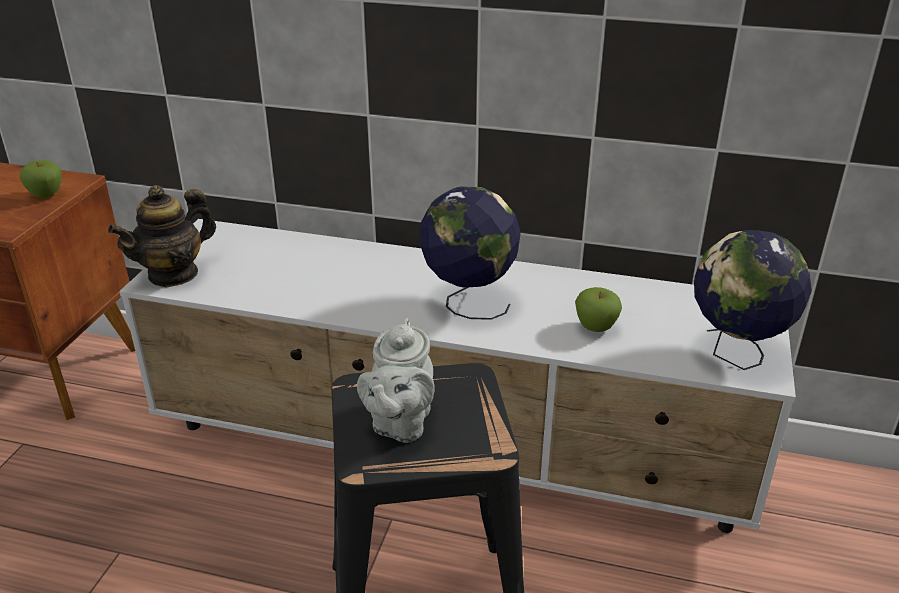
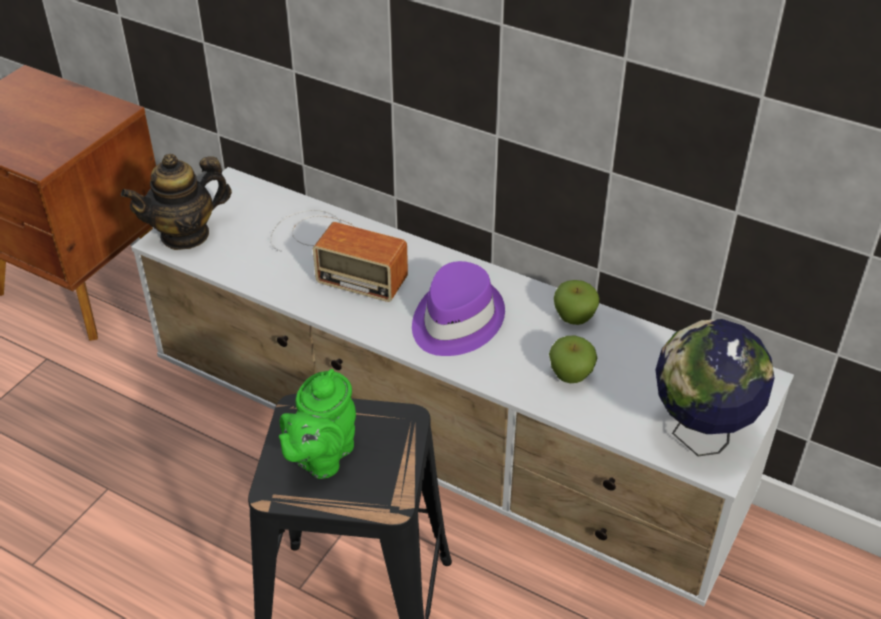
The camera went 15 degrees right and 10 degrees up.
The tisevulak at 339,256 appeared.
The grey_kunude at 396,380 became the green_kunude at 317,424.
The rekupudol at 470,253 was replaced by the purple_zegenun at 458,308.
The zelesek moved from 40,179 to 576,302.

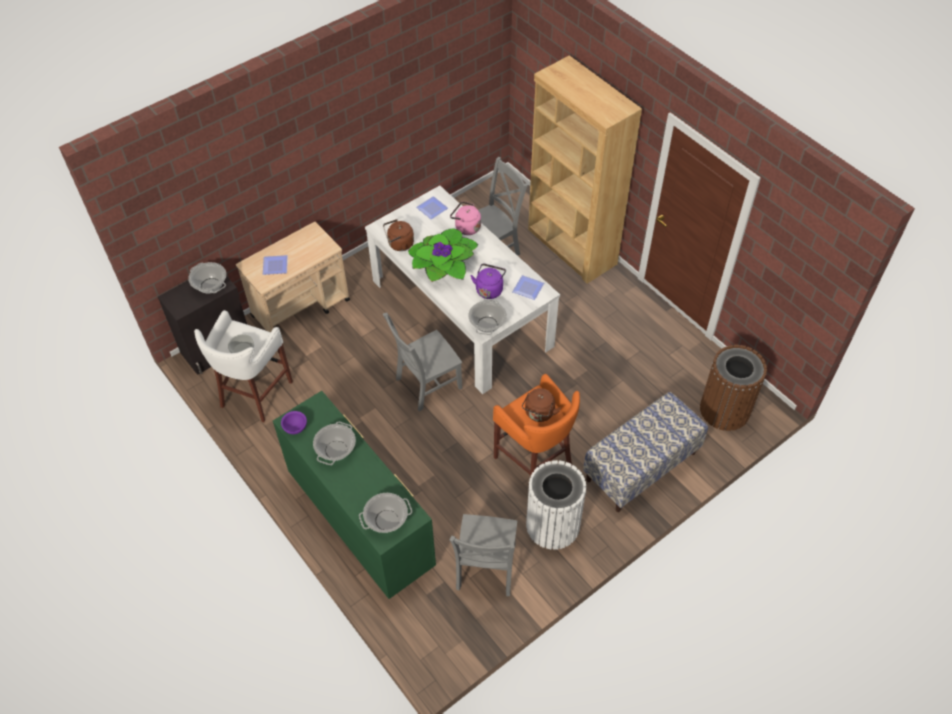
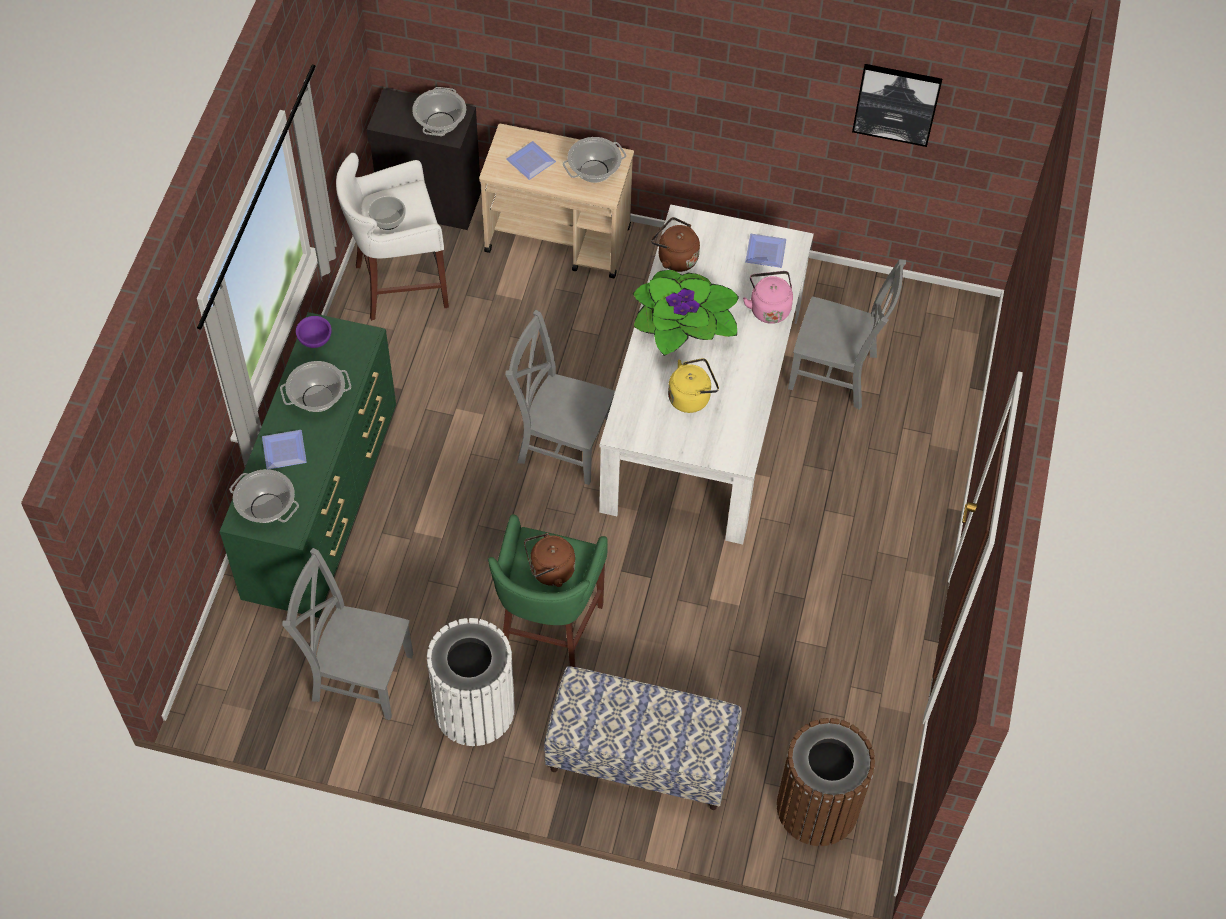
The camera went 50 degrees right and 5 degrees up.
The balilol moved from 528,287 to 284,449.
The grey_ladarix at 483,555 turned 45 degrees clockwise.
The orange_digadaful at 536,424 became the green_digadaful at 548,590.
The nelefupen moved from 487,317 to 594,160.
The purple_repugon at 488,281 became the yellow_repugon at 693,385.
The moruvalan at 897,105 appeared.
The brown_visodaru at 585,169 disappeared.

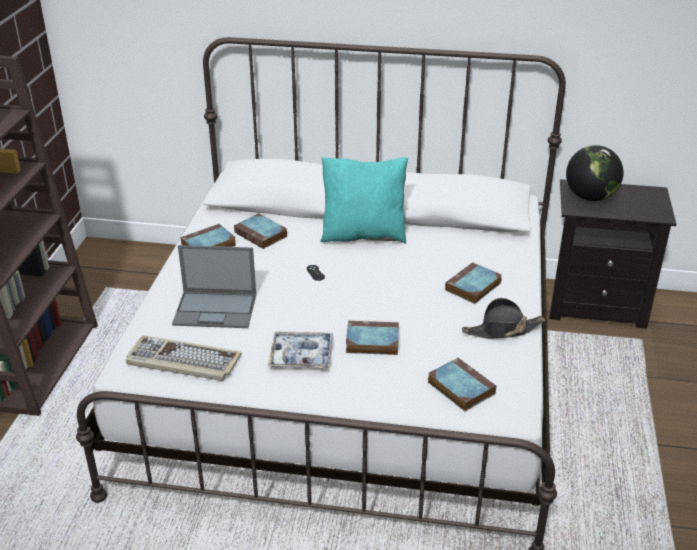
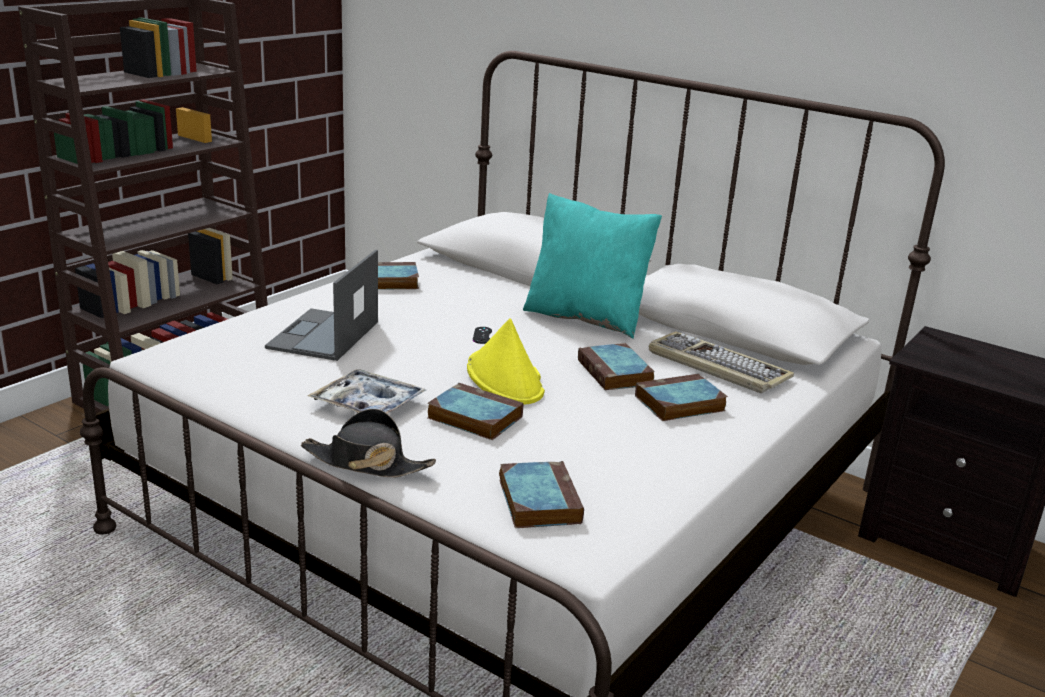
The camera went 25 degrees right and 10 degrees down.
The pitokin at 214,286 turned 75 degrees clockwise.
The black_zegenun moved from 503,318 to 368,443.
The yellow_zegenun at 506,361 appeared.
The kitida moved from 260,231 to 616,366.
The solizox moved from 183,358 to 721,362.
The rekupudol at 595,173 disappeared.

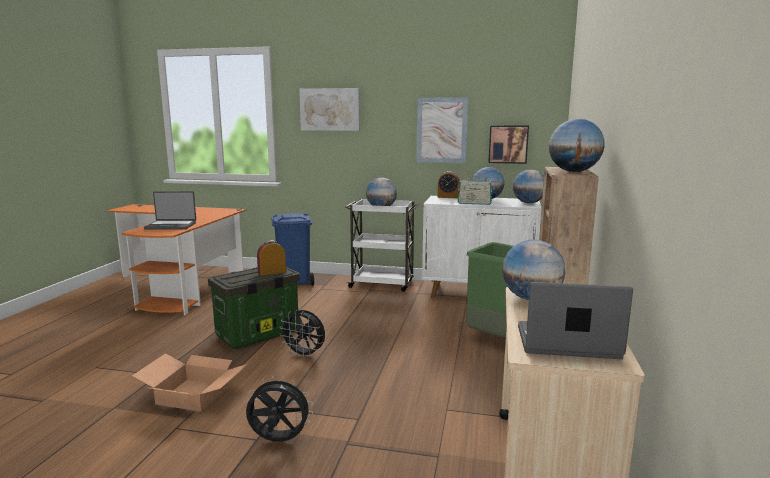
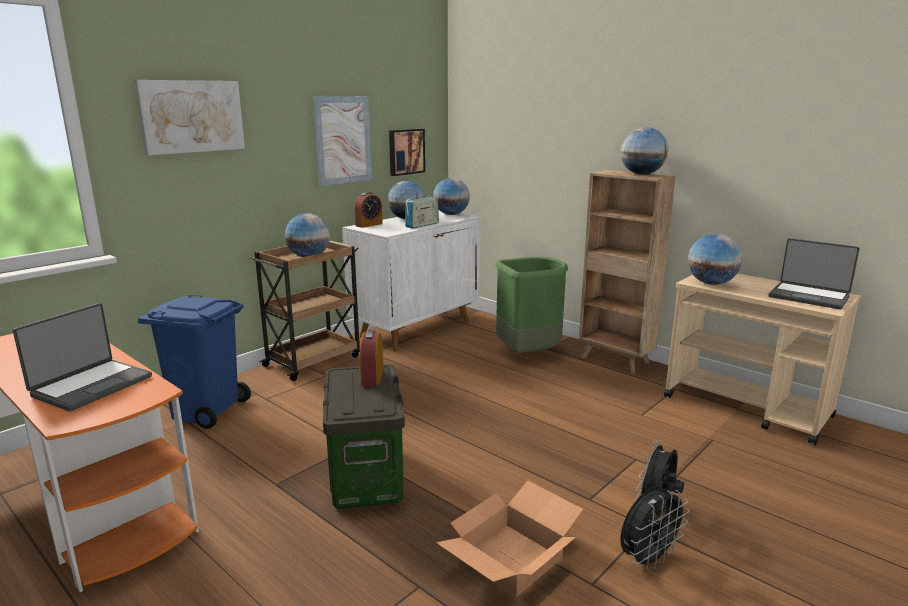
The camera went 60 degrees left and 5 degrees up.
The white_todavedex at 382,245 became the brown_todavedex at 304,310.
The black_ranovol moved from 302,334 to 655,528.
The pitokin at 575,320 turned 90 degrees counterclockwise.

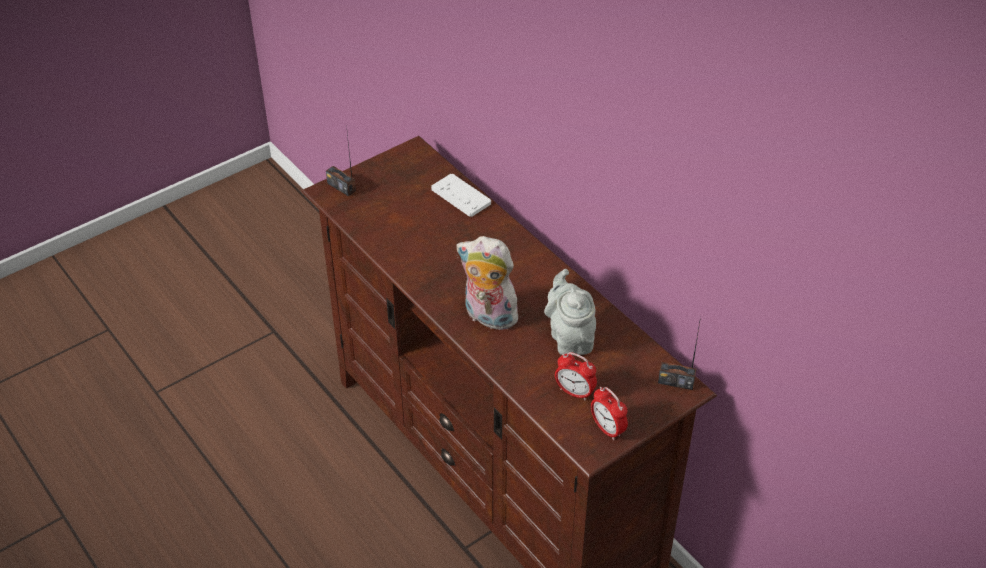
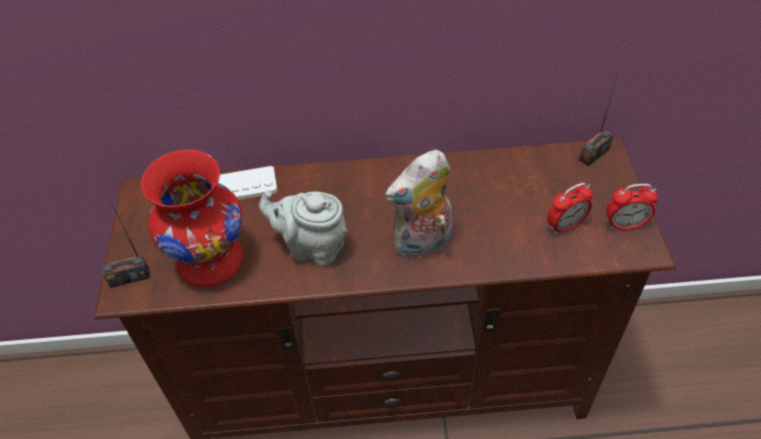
The camera went 55 degrees left and 5 degrees up.
The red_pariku at 192,218 appeared.
The grey_kunude moved from 570,312 to 303,228.

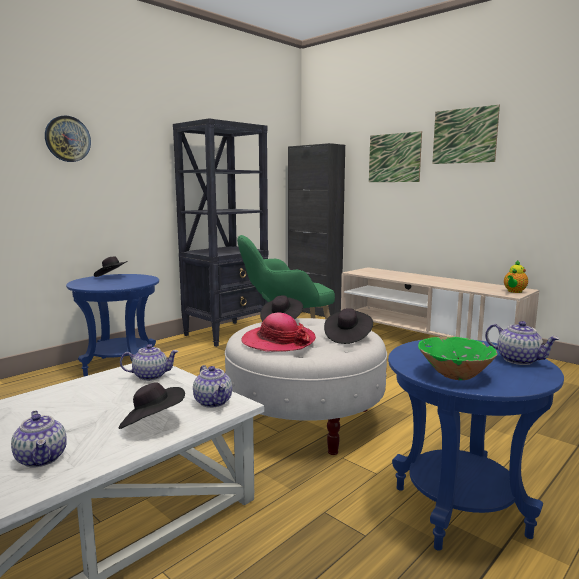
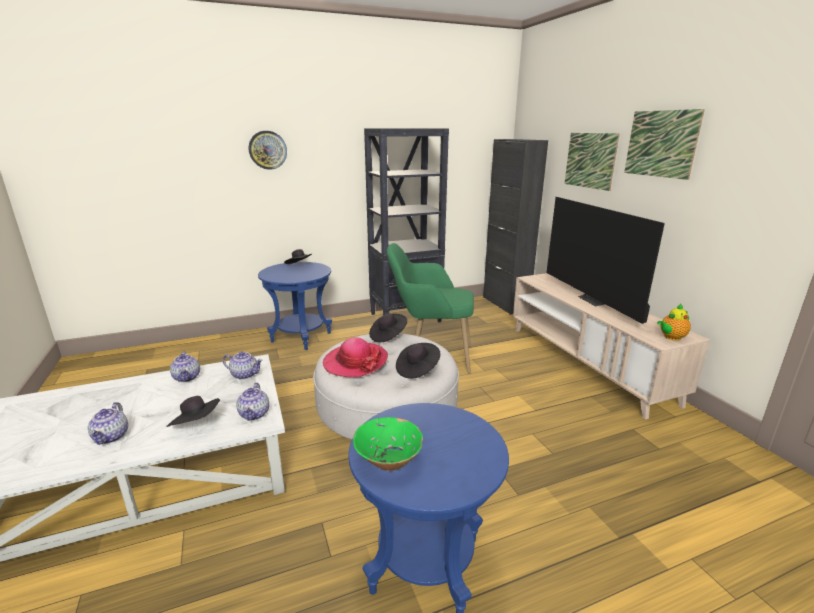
The camera went 25 degrees right and 10 degrees up.
The kunude moved from 522,343 to 185,366.
The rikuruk at 606,260 appeared.

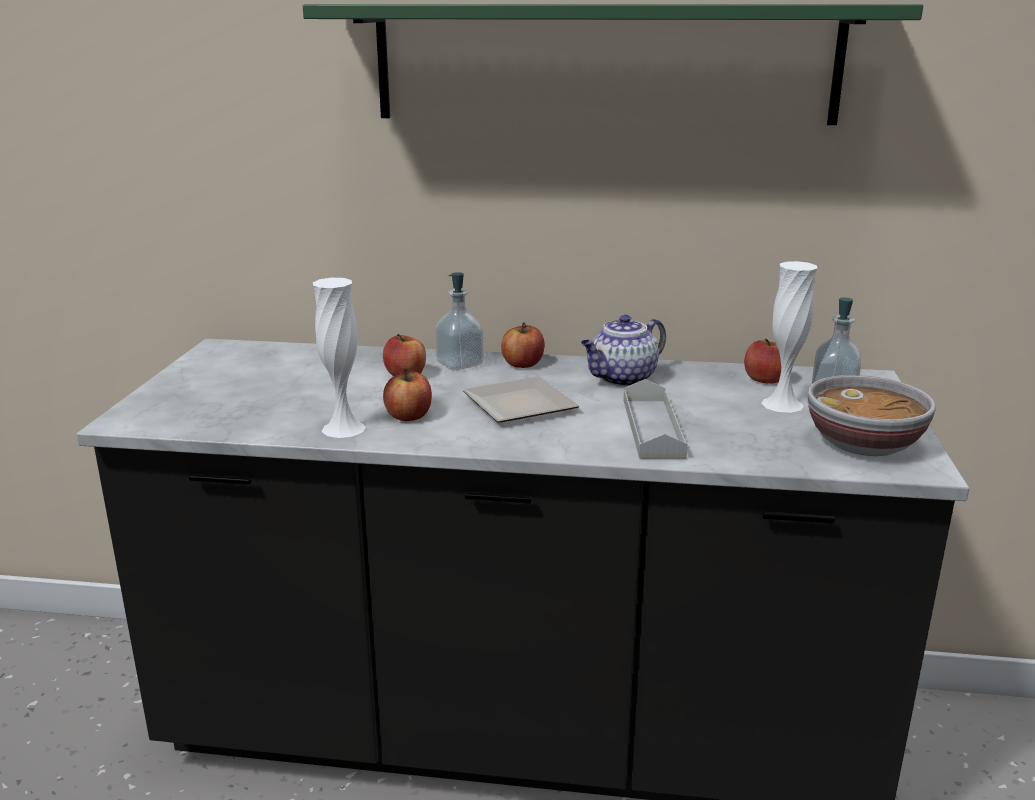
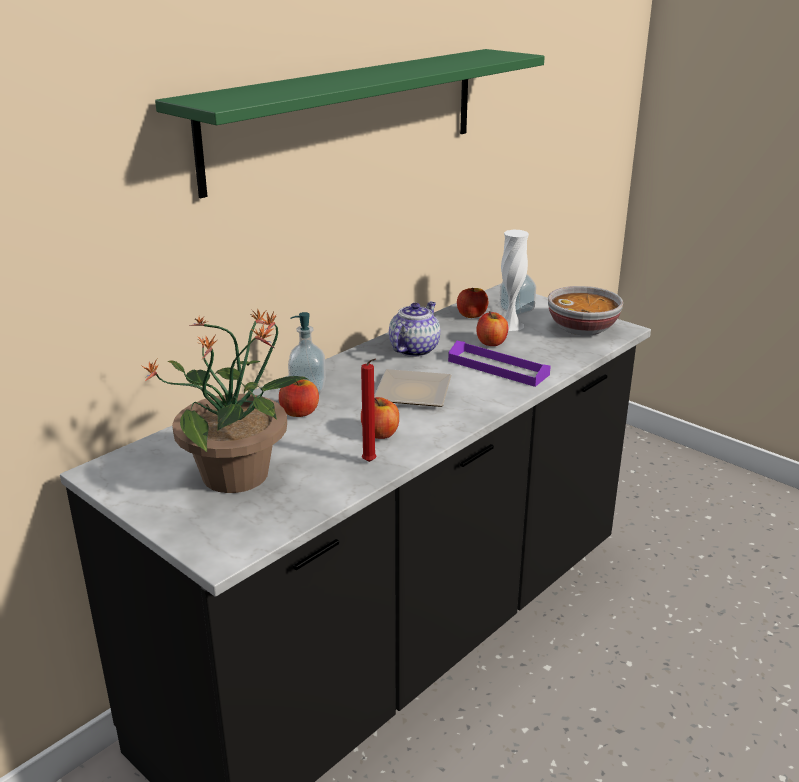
The camera went 55 degrees left and 5 degrees up.
The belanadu at 225,401 appeared.
The white_pariku at 339,358 was replaced by the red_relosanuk at 368,410.
The kunude at 623,351 turned 150 degrees counterclockwise.
The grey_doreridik at 656,419 became the purple_doreridik at 499,364.
The zelesek moved from 523,345 to 492,328.

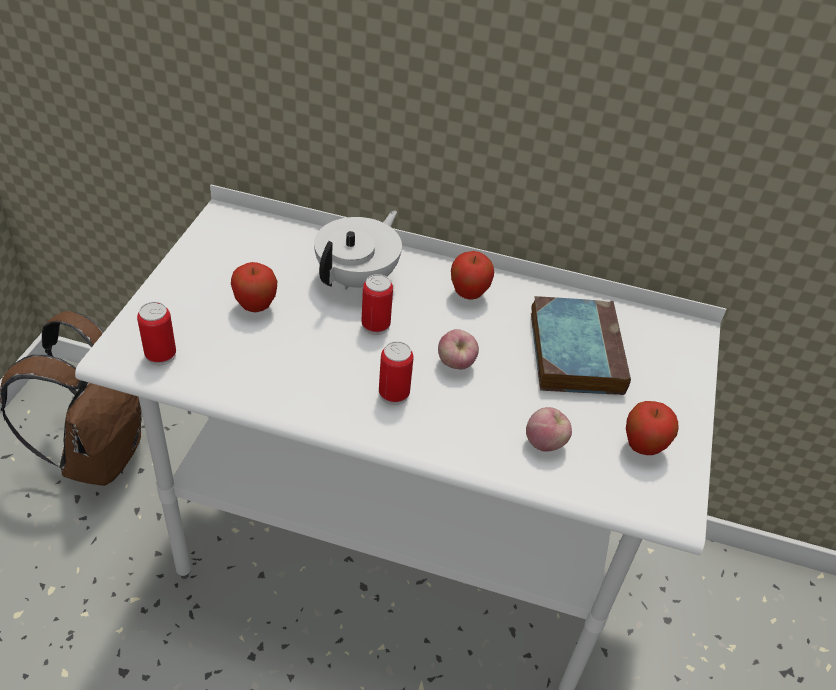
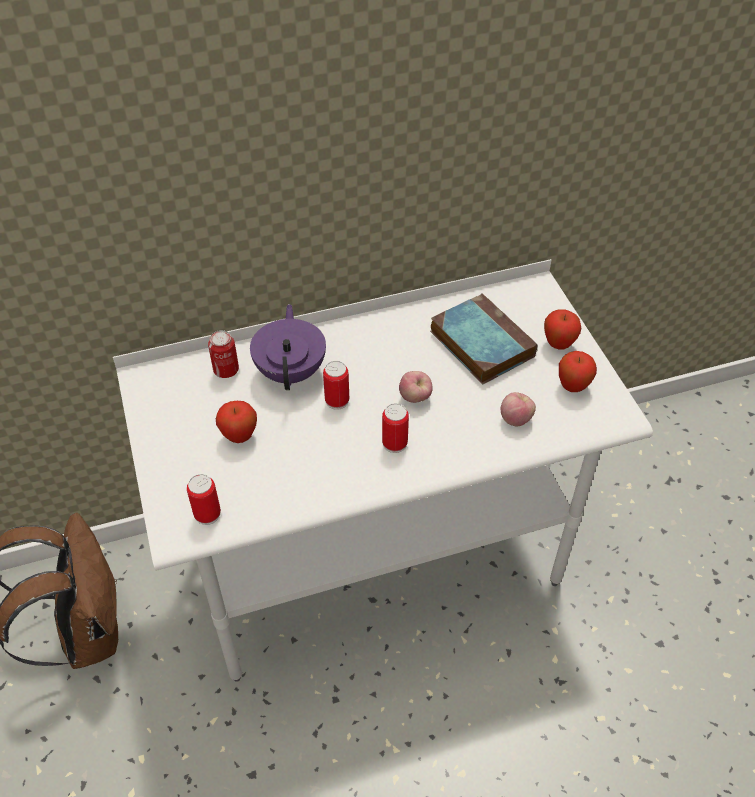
The camera went 30 degrees left and 5 degrees up.
The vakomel at 223,354 appeared.
The white_kunude at 358,250 became the purple_kunude at 288,347.
The zelesek moved from 472,275 to 562,329.

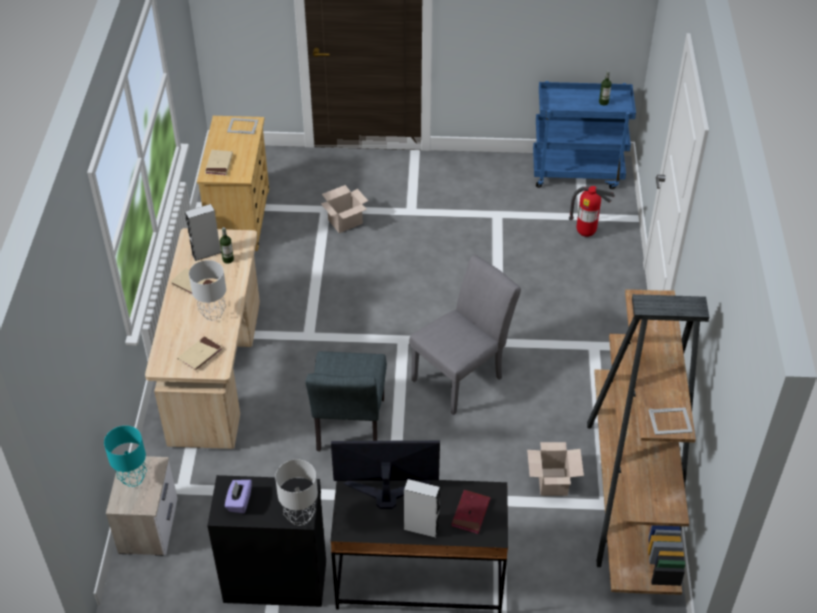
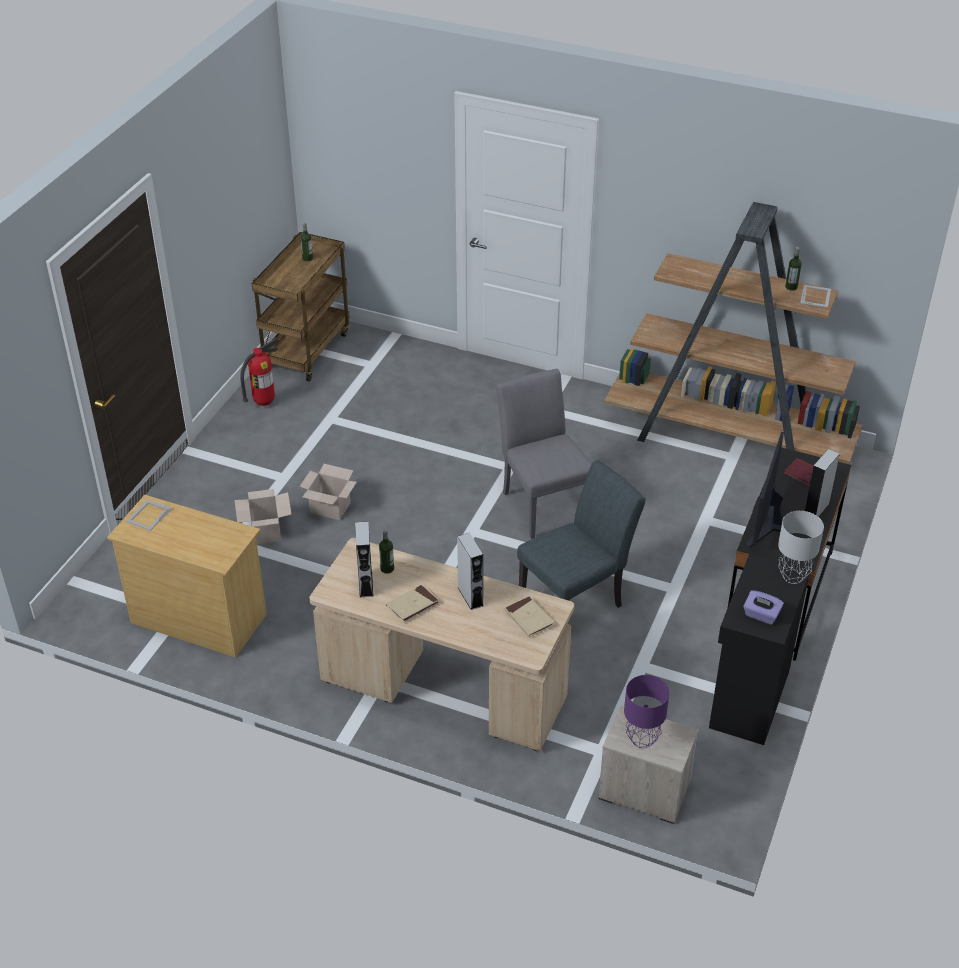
The camera went 70 degrees left and 5 degrees down.
The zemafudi moved from 592,211 to 259,372.
The blue_todavedex at 584,135 became the brown_todavedex at 300,306.
The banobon moved from 555,469 to 328,492.
The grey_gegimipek at 207,290 was replaced by the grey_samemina at 470,571.
The grey_ladarix at 346,401 turned 60 degrees counterclockwise.
The turquoise_gegimipek at 125,456 became the purple_gegimipek at 646,711.
The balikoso at 793,268 appeared.
The beige_kitida at 219,163 disappeared.

